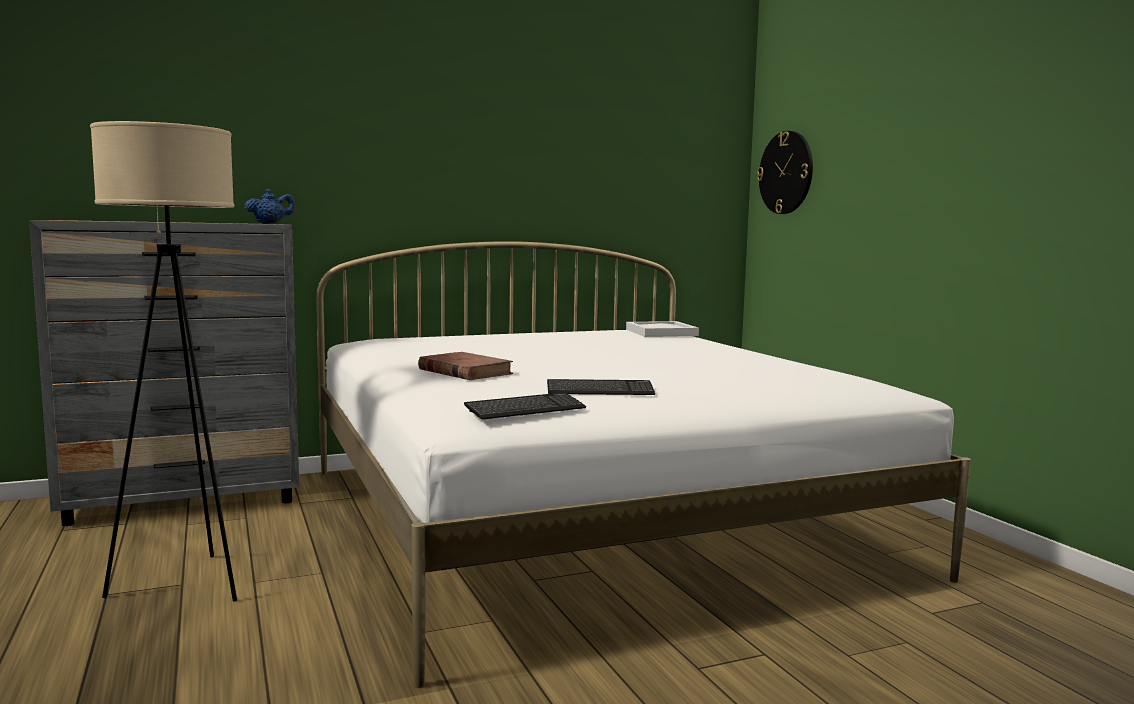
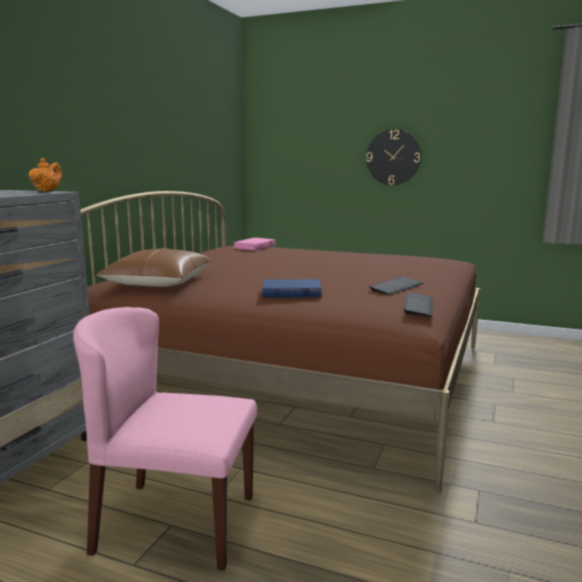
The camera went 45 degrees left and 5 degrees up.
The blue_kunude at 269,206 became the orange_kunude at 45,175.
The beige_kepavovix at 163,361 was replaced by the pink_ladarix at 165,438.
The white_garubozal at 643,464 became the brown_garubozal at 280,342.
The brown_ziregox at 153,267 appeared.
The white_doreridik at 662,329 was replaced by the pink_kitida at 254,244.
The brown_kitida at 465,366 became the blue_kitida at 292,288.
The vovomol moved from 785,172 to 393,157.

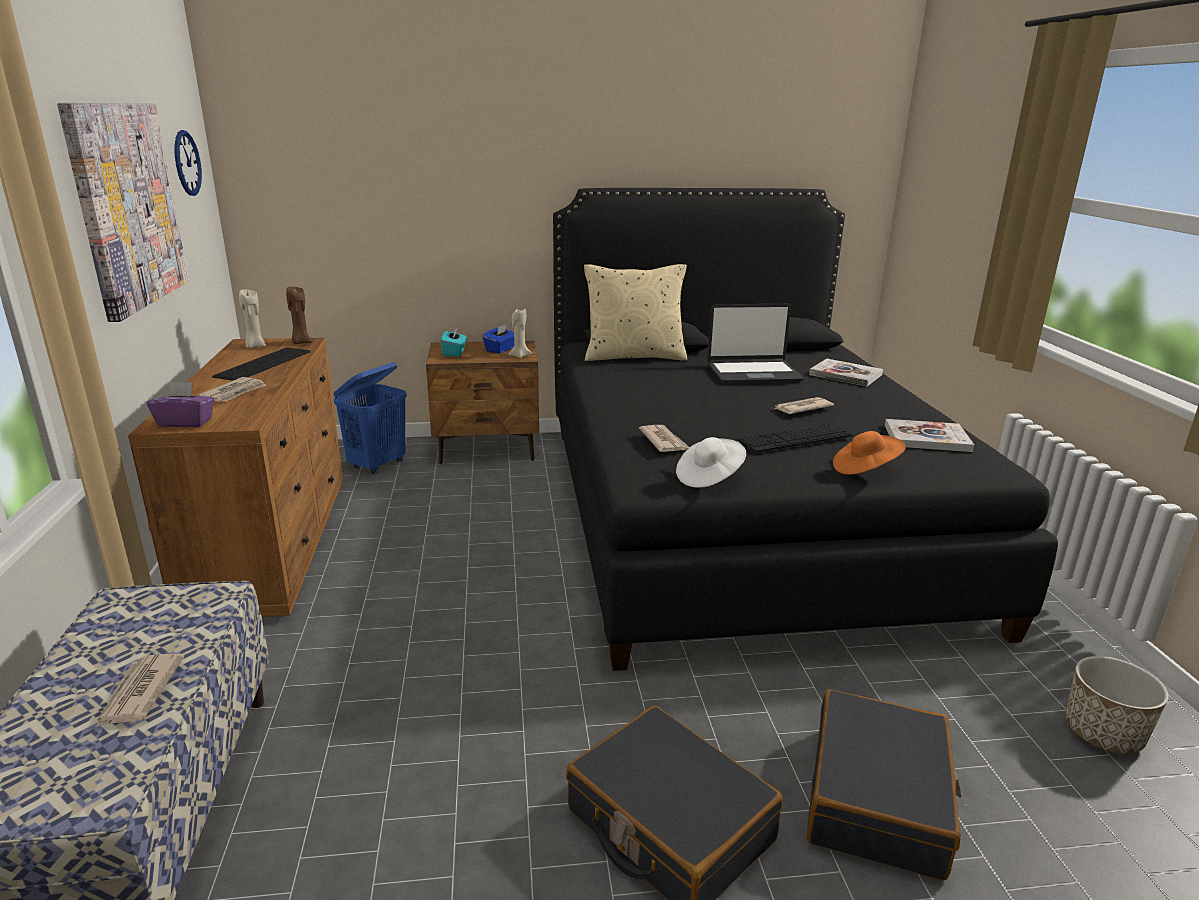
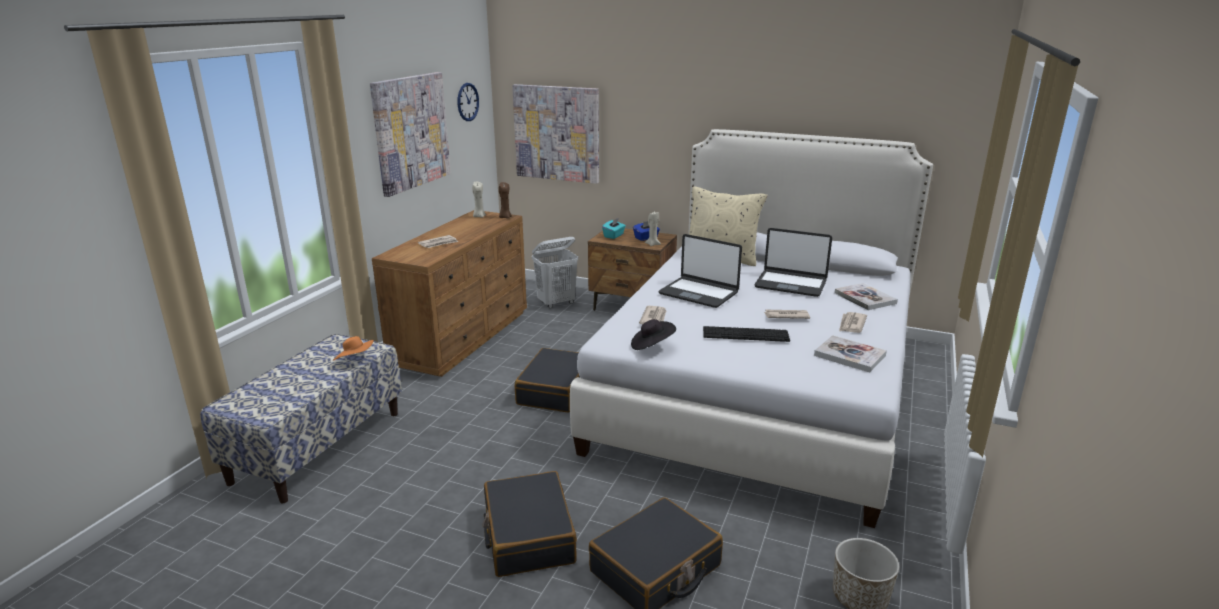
The camera went 30 degrees right and 0 degrees up.
The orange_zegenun moved from 869,453 to 353,348.
The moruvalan at 555,134 appeared.
The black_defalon at 547,380 appeared.
The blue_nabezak at 370,418 became the white_nabezak at 555,272.
The black_garubozal at 805,429 became the white_garubozal at 751,328.
The white_zegenun at 711,462 became the black_zegenun at 653,334.
The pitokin at 700,271 appeared.
The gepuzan moved from 140,690 to 853,322.
The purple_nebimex at 180,404 disappeared.
The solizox at 261,364 disappeared.

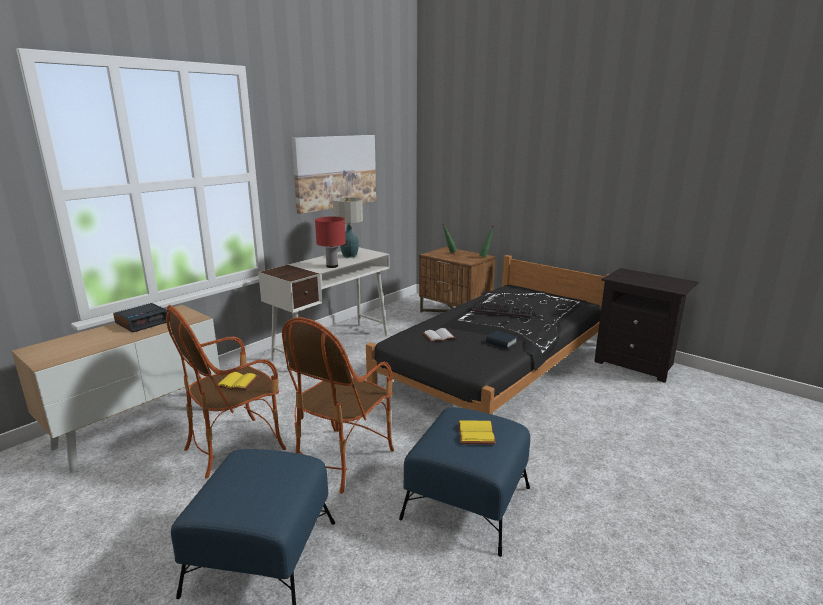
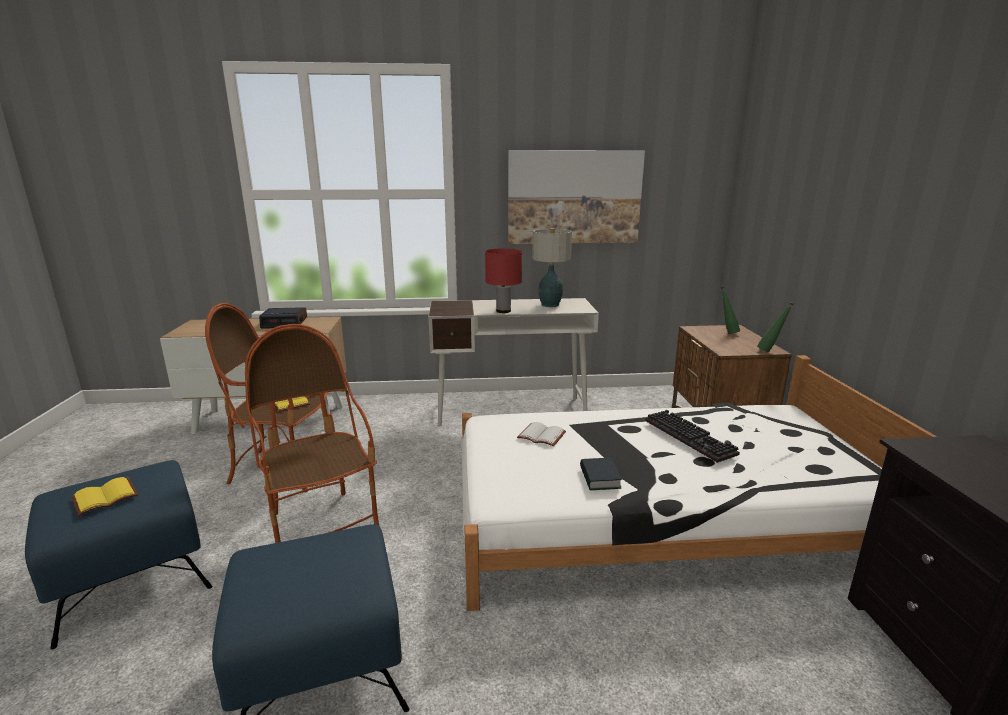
The camera went 45 degrees right and 0 degrees up.
The yellow_kitida moved from 477,432 to 105,496.
The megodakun at 338,405 turned 75 degrees clockwise.
The black_garubozal at 487,335 became the white_garubozal at 699,483.

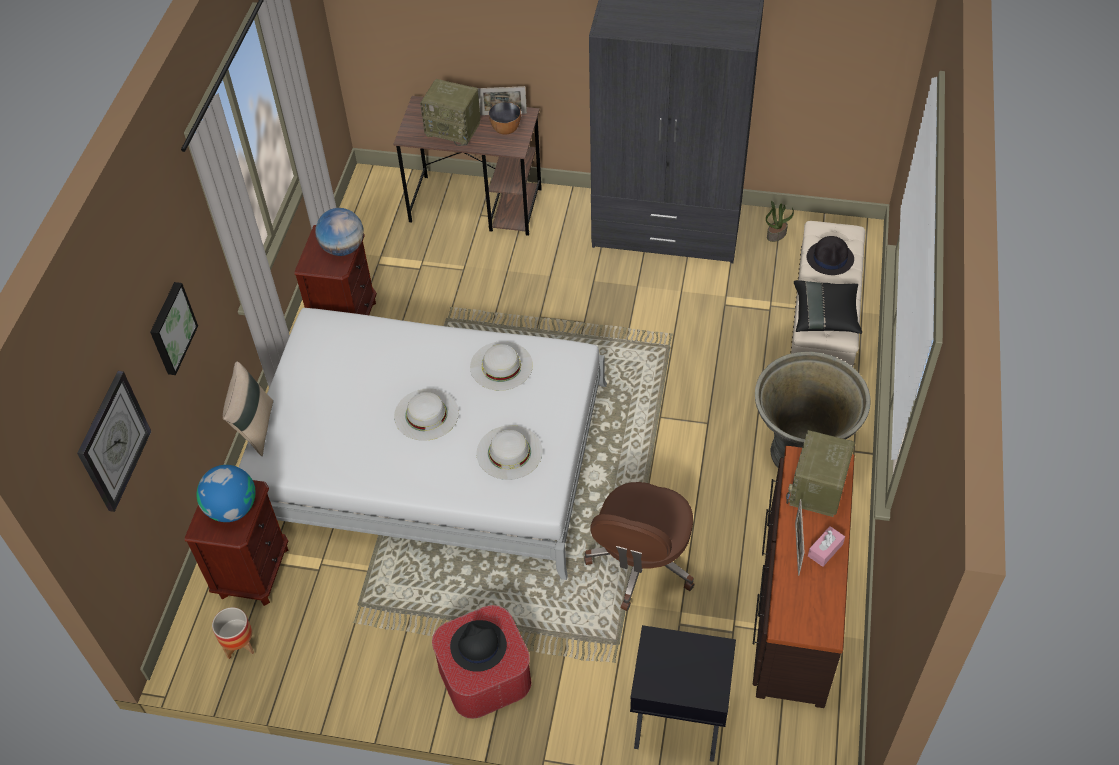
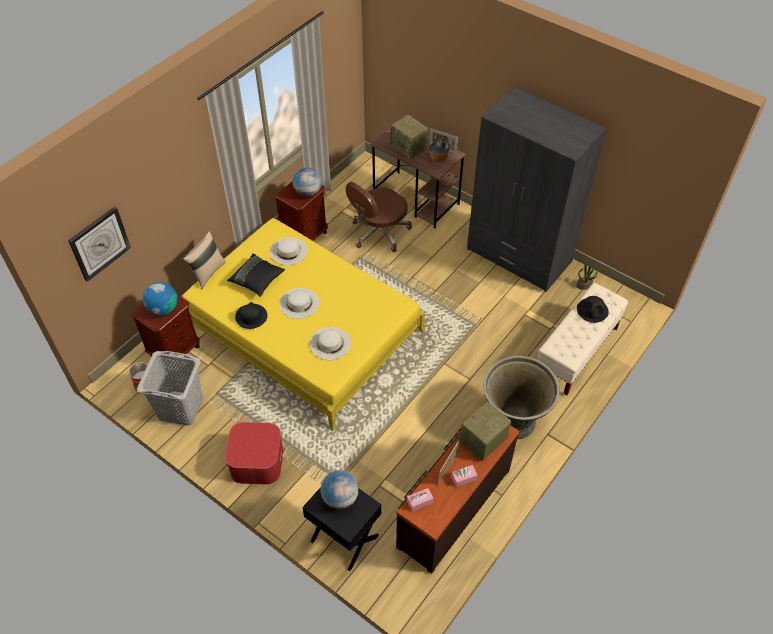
The camera went 25 degrees right and 0 degrees up.
The grey_nabezak at 170,388 appeared.
The white_garubozal at 423,444 became the yellow_garubozal at 304,324.
The black_ziregox moved from 828,307 to 256,275.
The black_zegenun moved from 478,646 to 251,315.
The white_zegenun moved from 501,366 to 289,251.
The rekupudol at 339,489 appeared.
The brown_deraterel moved from 639,546 to 379,217.
The pink_nebimex at 420,499 appeared.
The moruvalan at 174,328 disappeared.

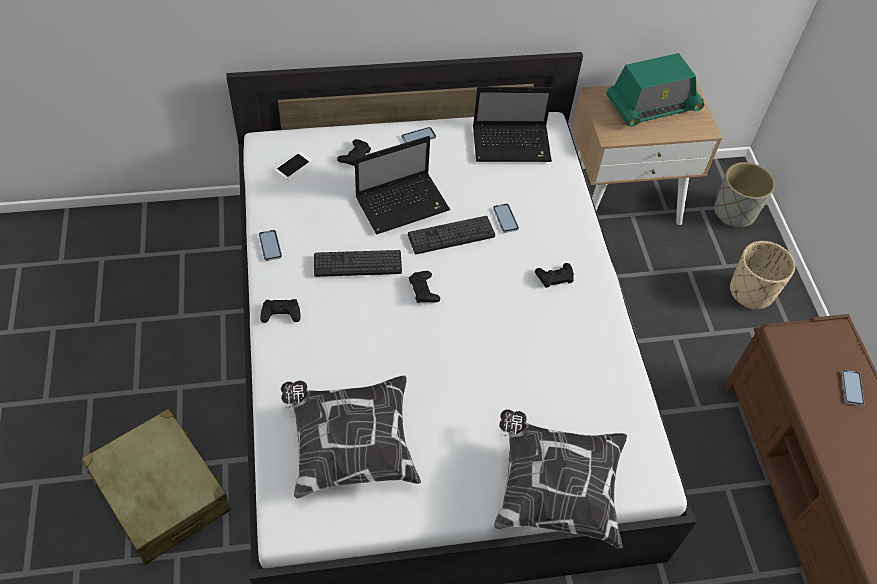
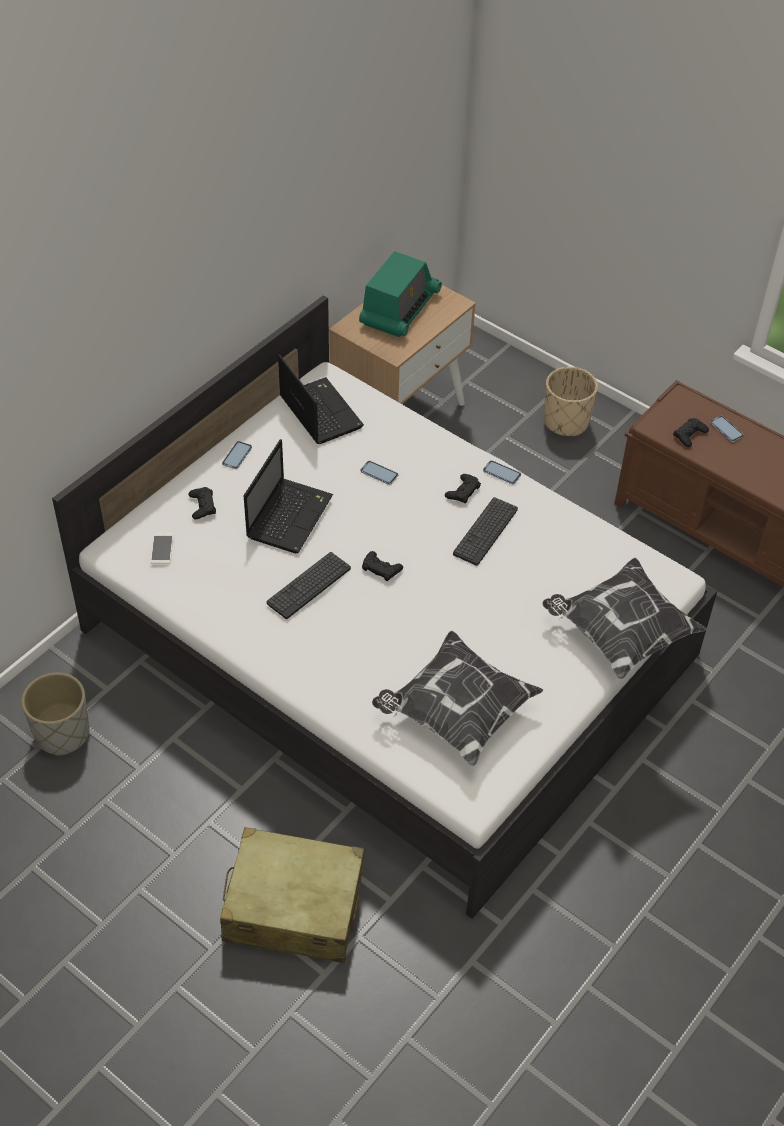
The camera went 40 degrees left and 5 degrees down.
The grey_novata moved from 744,194 to 55,714.
The pitokin at 513,124 turned 75 degrees counterclockwise.
The solizox moved from 451,235 to 485,531.
The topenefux moved from 270,245 to 502,472.
The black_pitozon moved from 280,311 to 691,432.

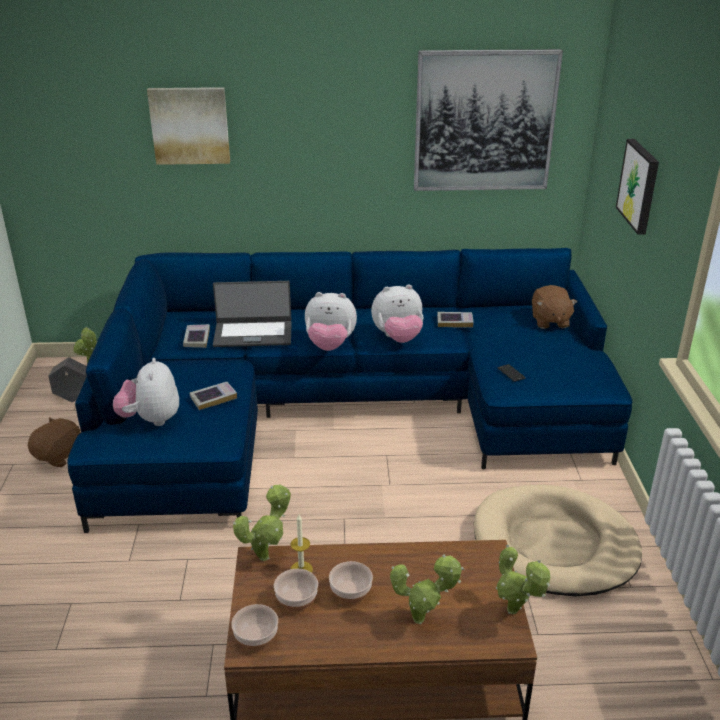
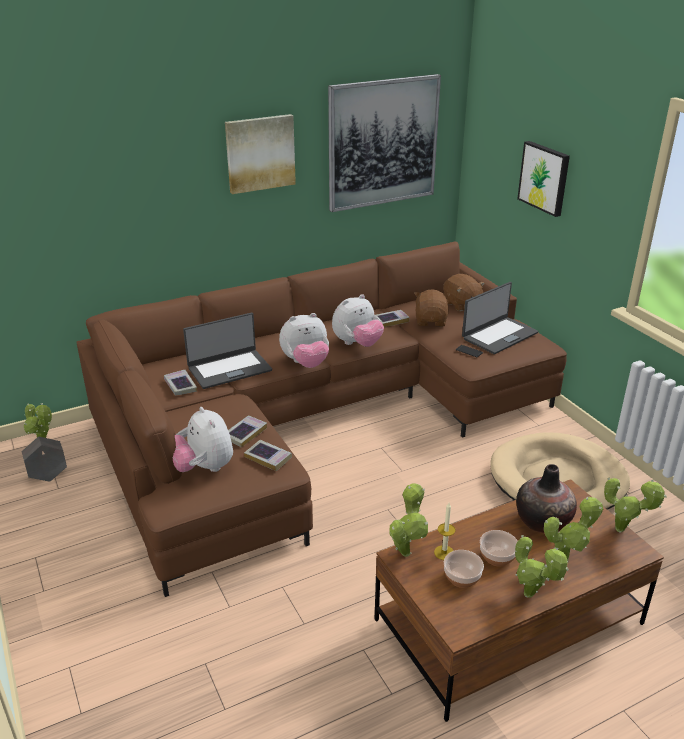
The camera went 25 degrees left and 0 degrees up.
The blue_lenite at 349,390 became the brown_lenite at 322,419.
The moruvalan moved from 188,126 to 260,154.
The kitida at 268,455 appeared.
The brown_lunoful moved from 54,442 to 432,308.
The pitokin at 500,318 appeared.
The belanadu at 541,566 appeared.
The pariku at 546,498 appeared.
The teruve at 254,627 disappeared.

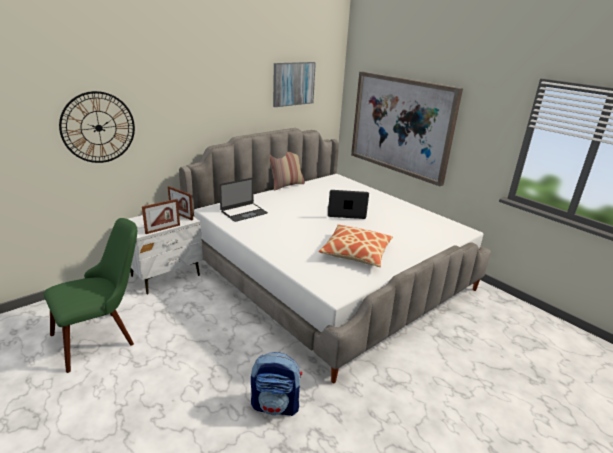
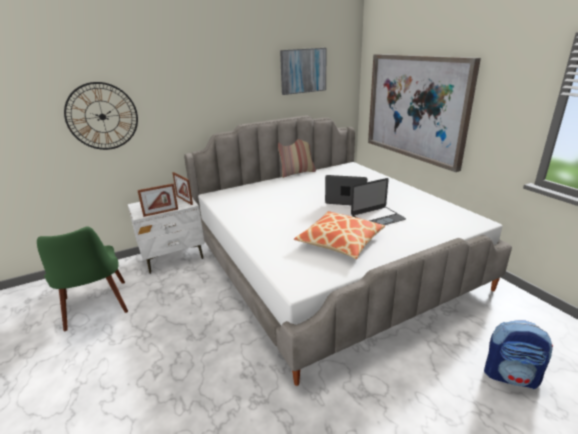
The camera went 15 degrees right and 0 degrees up.
The green_ladarix at 90,295 turned 90 degrees clockwise.
The pitokin moved from 243,200 to 378,201.
The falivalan moved from 276,384 to 518,355.

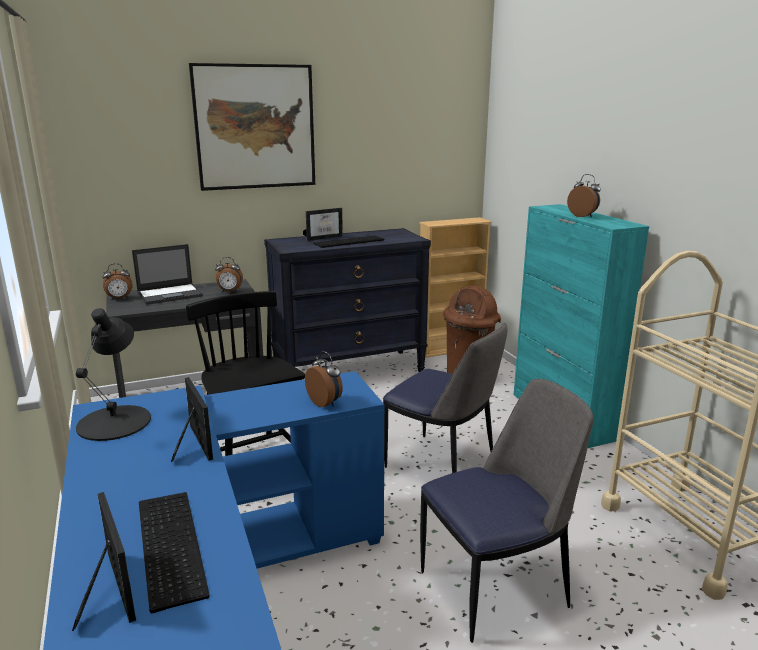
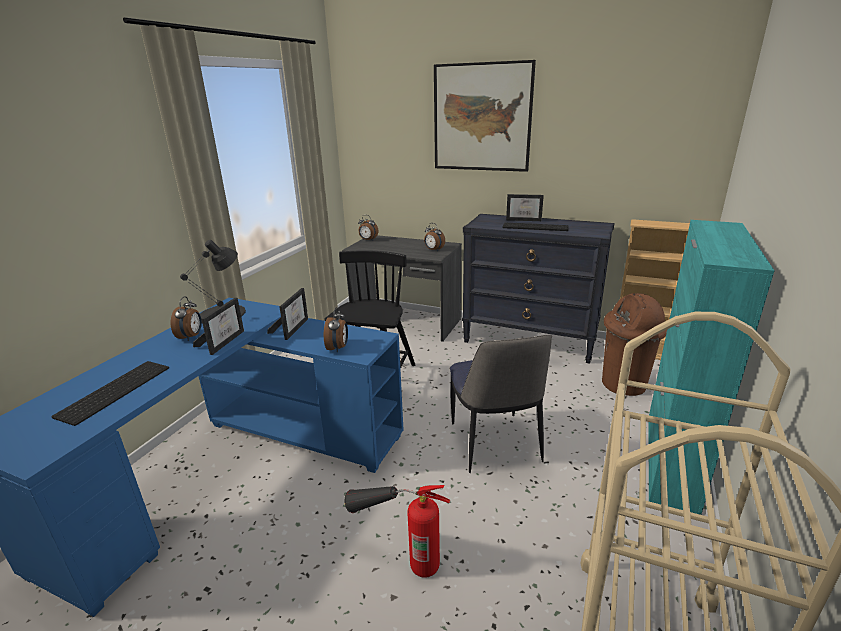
The camera went 45 degrees right and 5 degrees up.
The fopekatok moved from 584,195 to 186,318.
The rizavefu moved from 104,561 to 287,314.
The ladarix at 507,511 was replaced by the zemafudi at 397,531.
The pitokin at 167,274 disappeared.

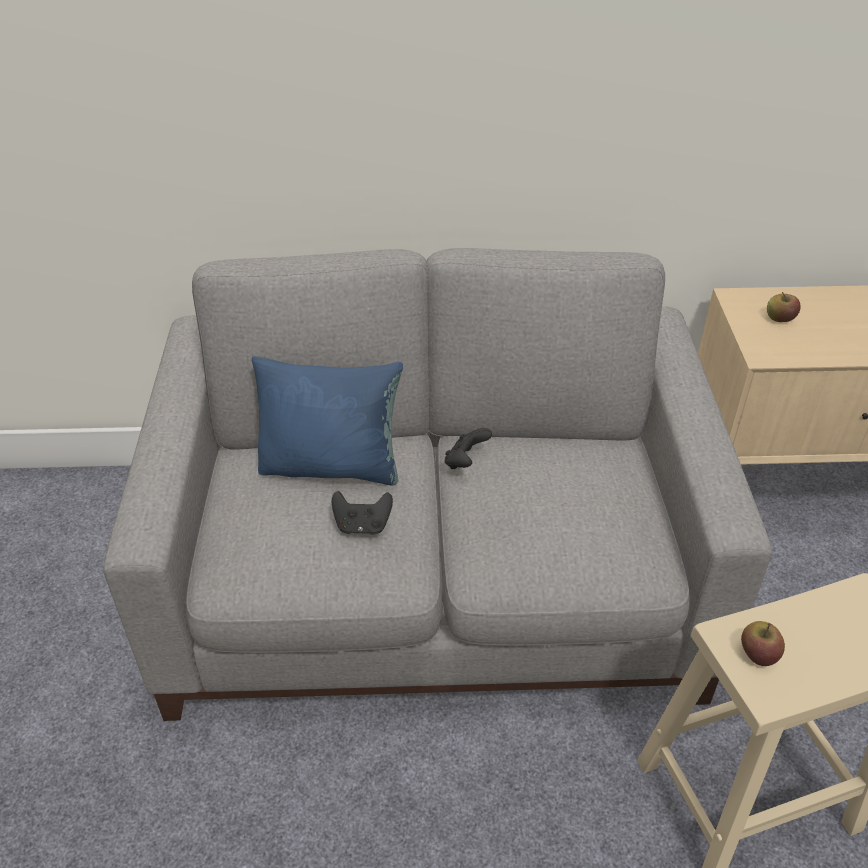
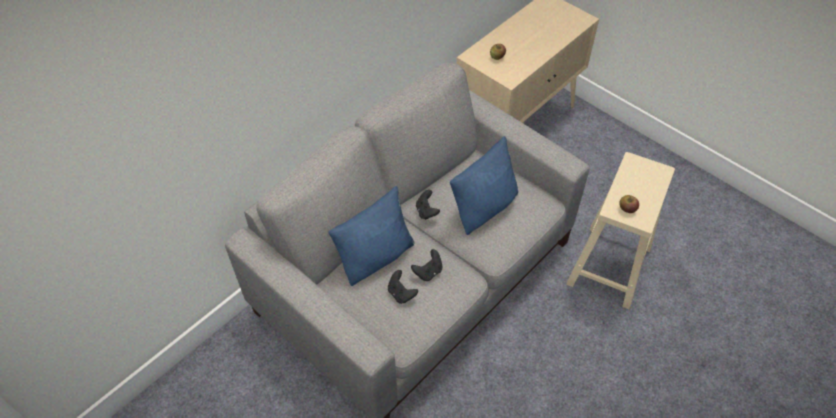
The camera went 45 degrees left and 10 degrees up.
The black_pitozon at 403,287 appeared.
The blue_ziregox at 484,185 appeared.

